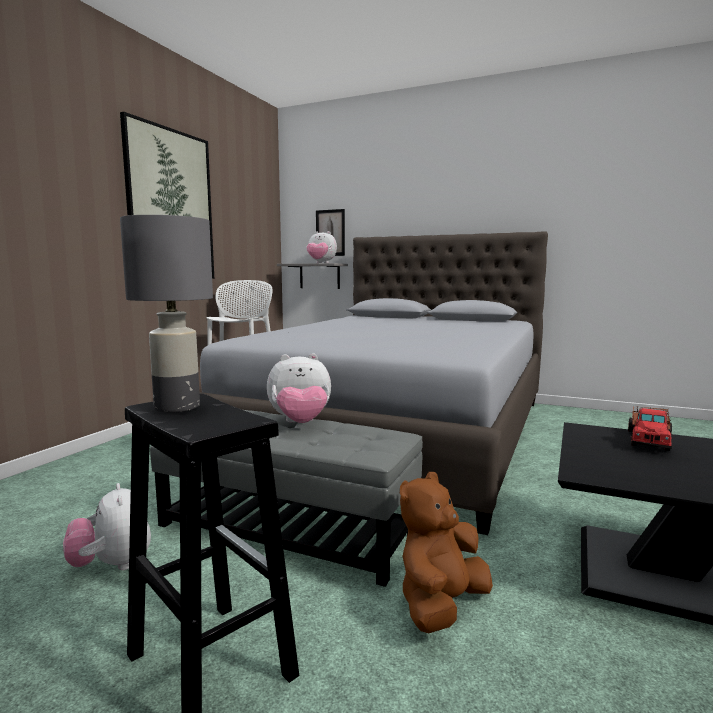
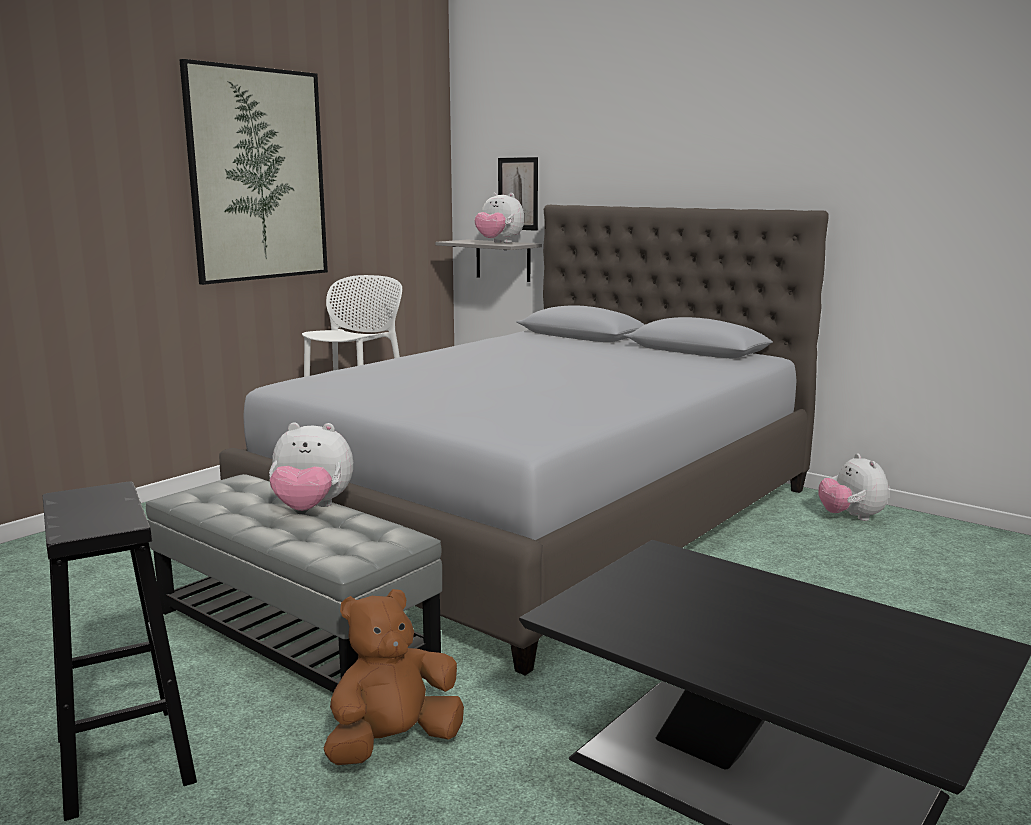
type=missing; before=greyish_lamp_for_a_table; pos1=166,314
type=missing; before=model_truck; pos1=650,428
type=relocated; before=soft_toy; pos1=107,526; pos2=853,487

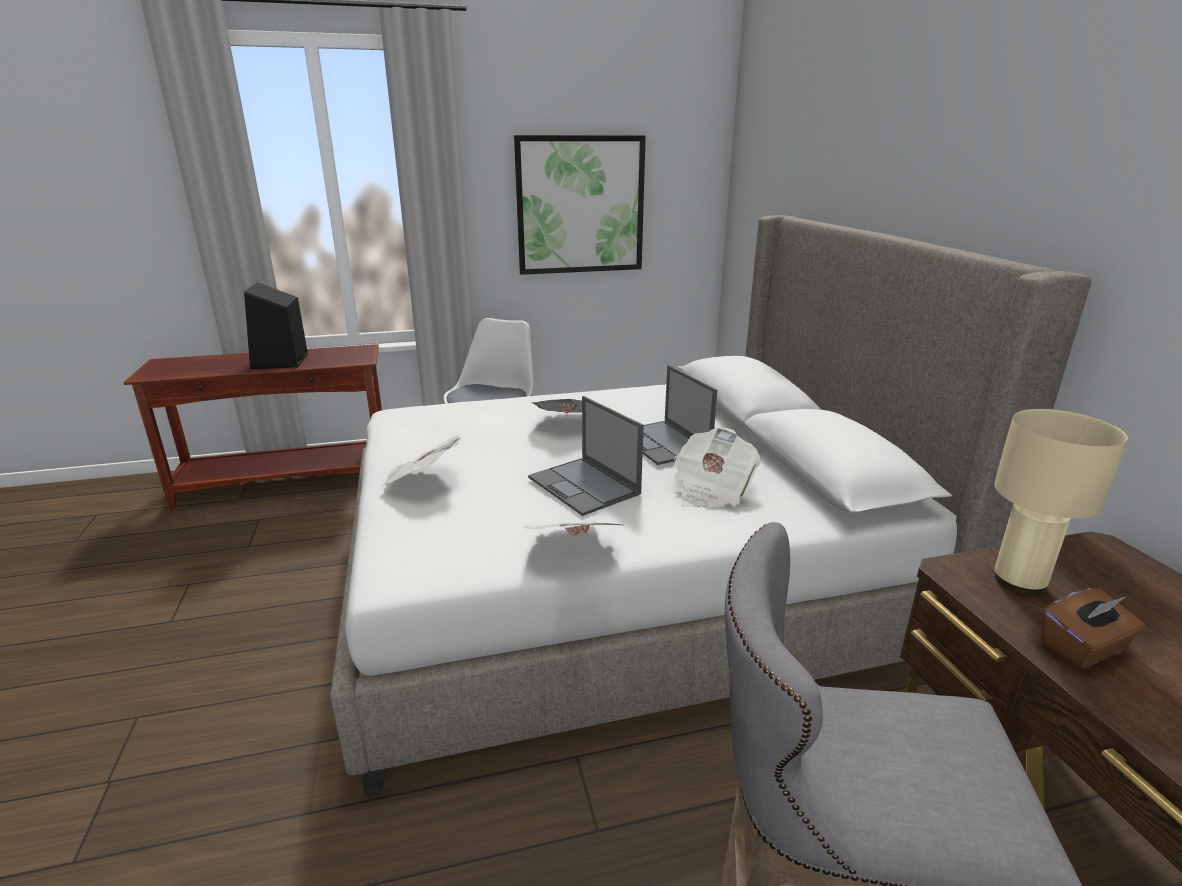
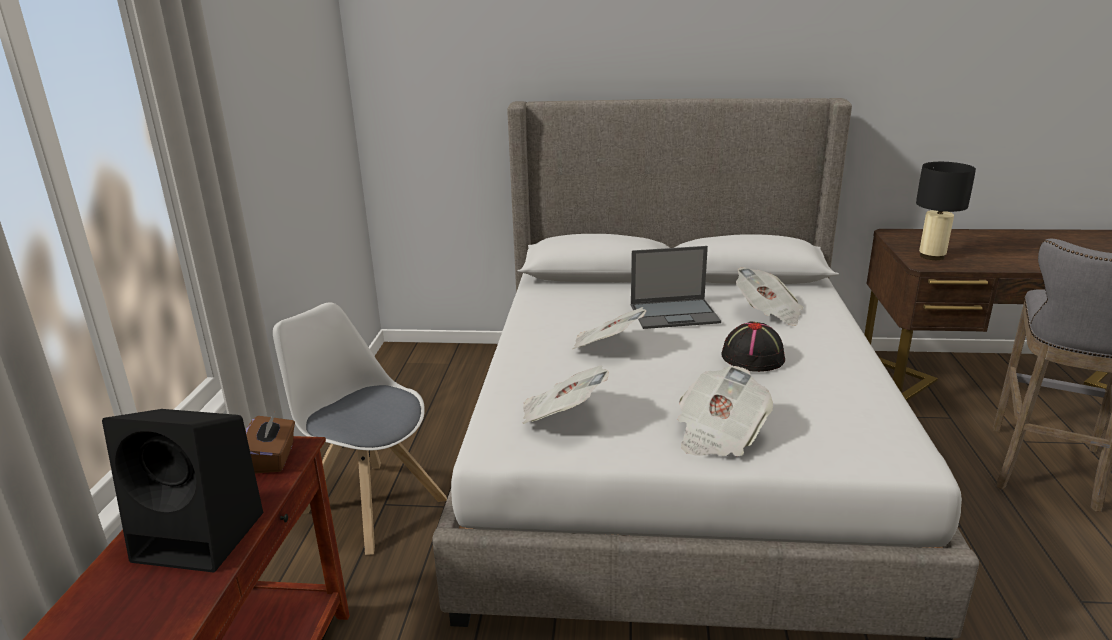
type=missing; before=picture; pos1=580,205
type=exchanged; before=portable_computer; after=blackish_clothing_hat; pos1=586,456; pos2=753,346
type=colour; before=sand-coloured_lamp_for_a_table; after=blackish_lamp_for_a_table; pos1=1061,502; pos2=946,211
type=relocated; before=newspaper; pos1=572,528; pos2=566,394
type=relocated; before=brown_tissue_box; pos1=1093,628; pos2=270,442

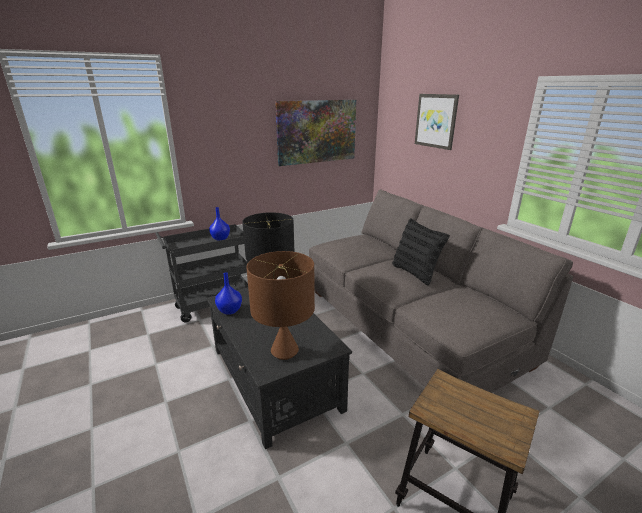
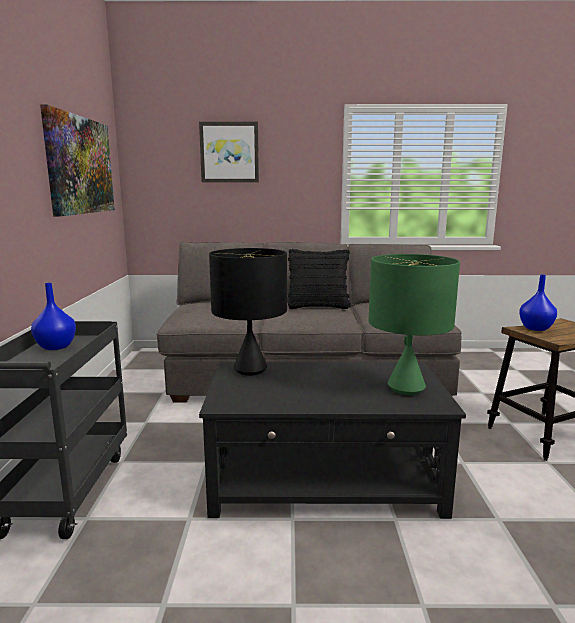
type=colour; before=brown_lamp_for_a_table; after=greenish_lamp_for_a_table; pos1=281,305; pos2=414,324
type=relocated; before=bluish_decorative_vase; pos1=228,293; pos2=538,303

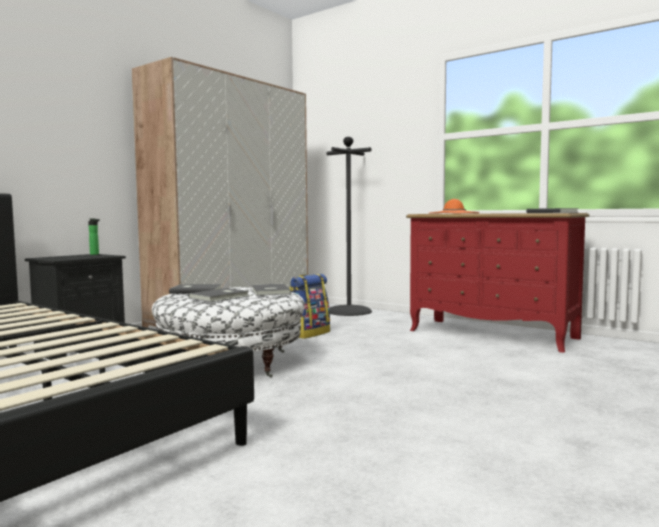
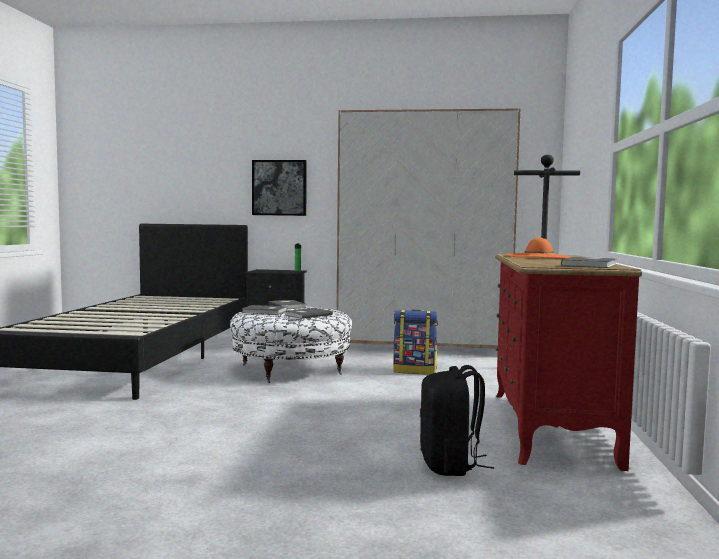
type=appeared; after=picture; pos2=279,188
type=appeared; after=blackish_rucksack; pos2=457,420

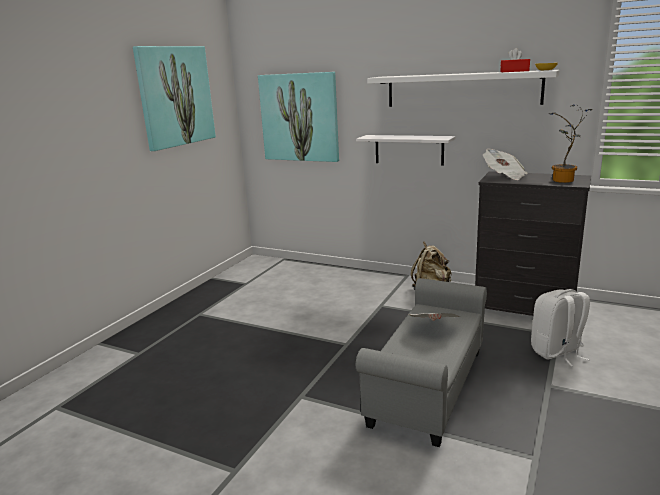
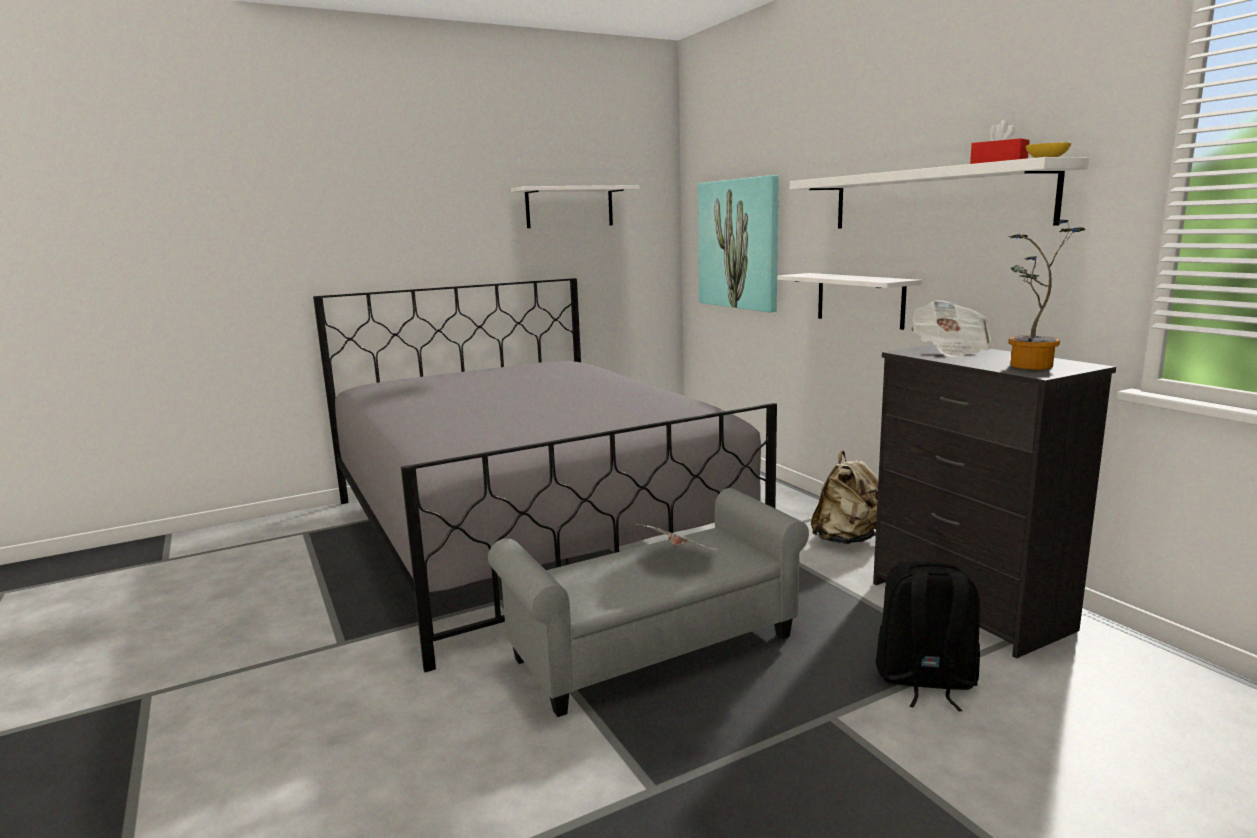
type=exchanged; before=picture; after=white_shelf; pos1=174,98; pos2=575,206
type=colour; before=white_rucksack; after=blackish_rucksack; pos1=560,328; pos2=928,636
type=appeared; after=greyish_bedroom_bed; pos2=545,475

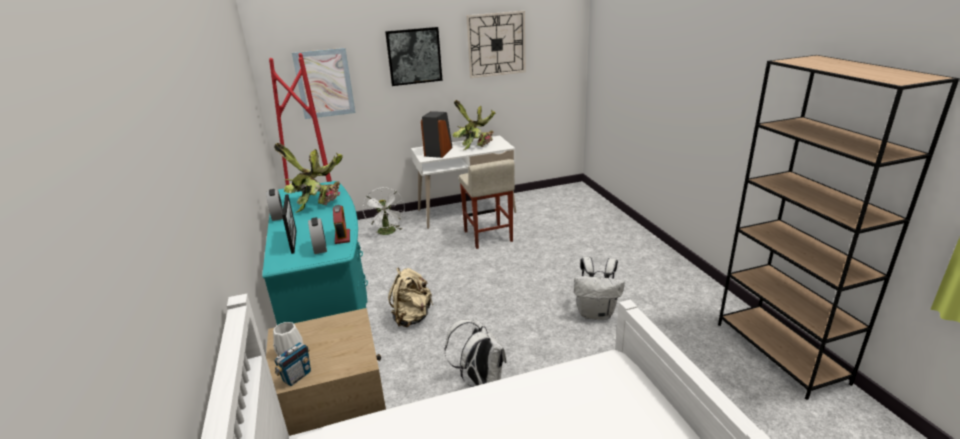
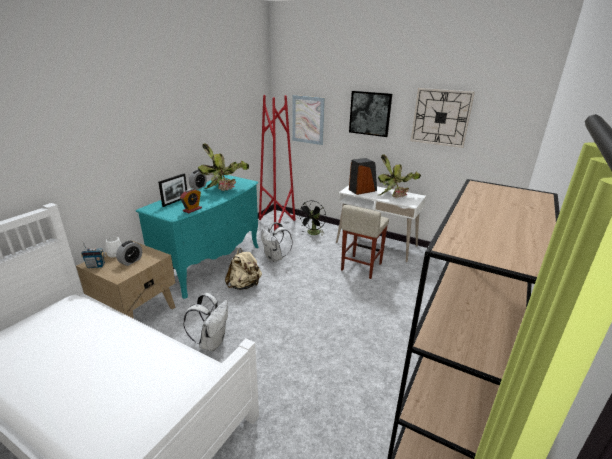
type=colour; before=white_electric_fan; after=blackish_electric_fan; pos1=384,212; pos2=312,217
type=relocated; before=bedside_clock; pos1=317,235; pos2=129,253
type=relocated; before=white_rucksack; pos1=599,288; pos2=277,242

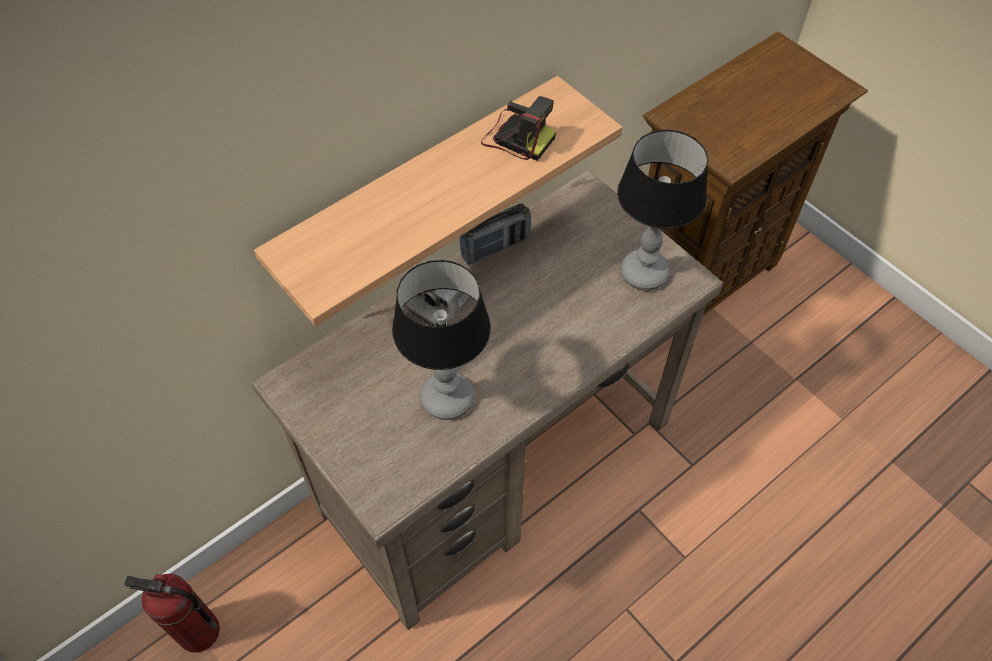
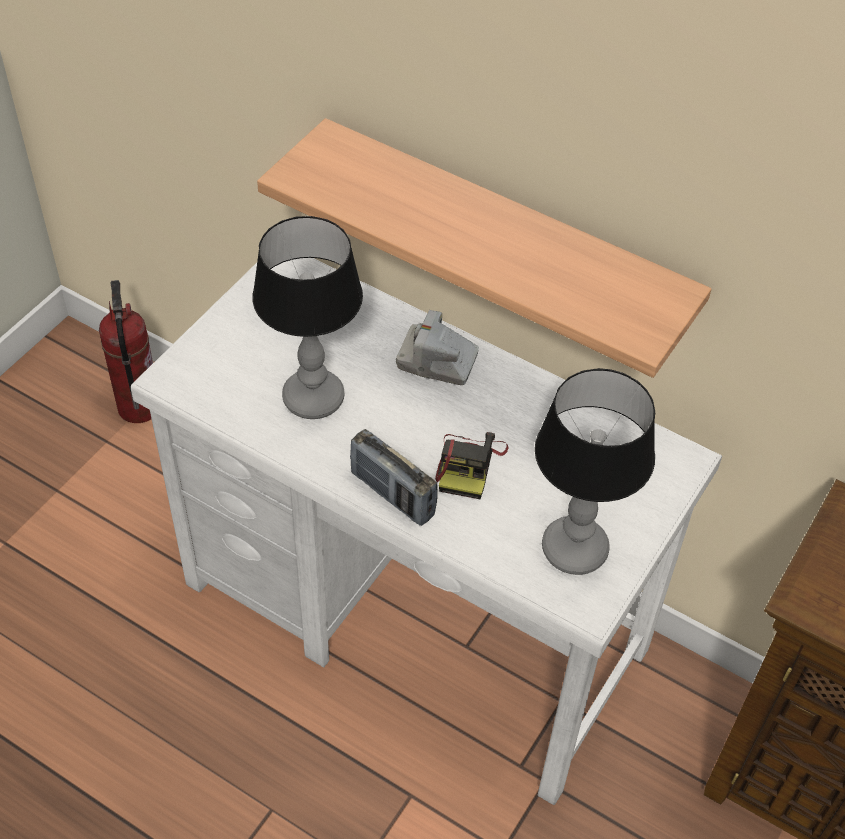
type=relocated; before=photo_camera; pos1=518,128; pos2=472,465
type=colour; before=brown_desk_unit; after=white_desk_unit; pos1=487,400; pos2=426,531
type=relocated; before=radio; pos1=495,234; pos2=394,477

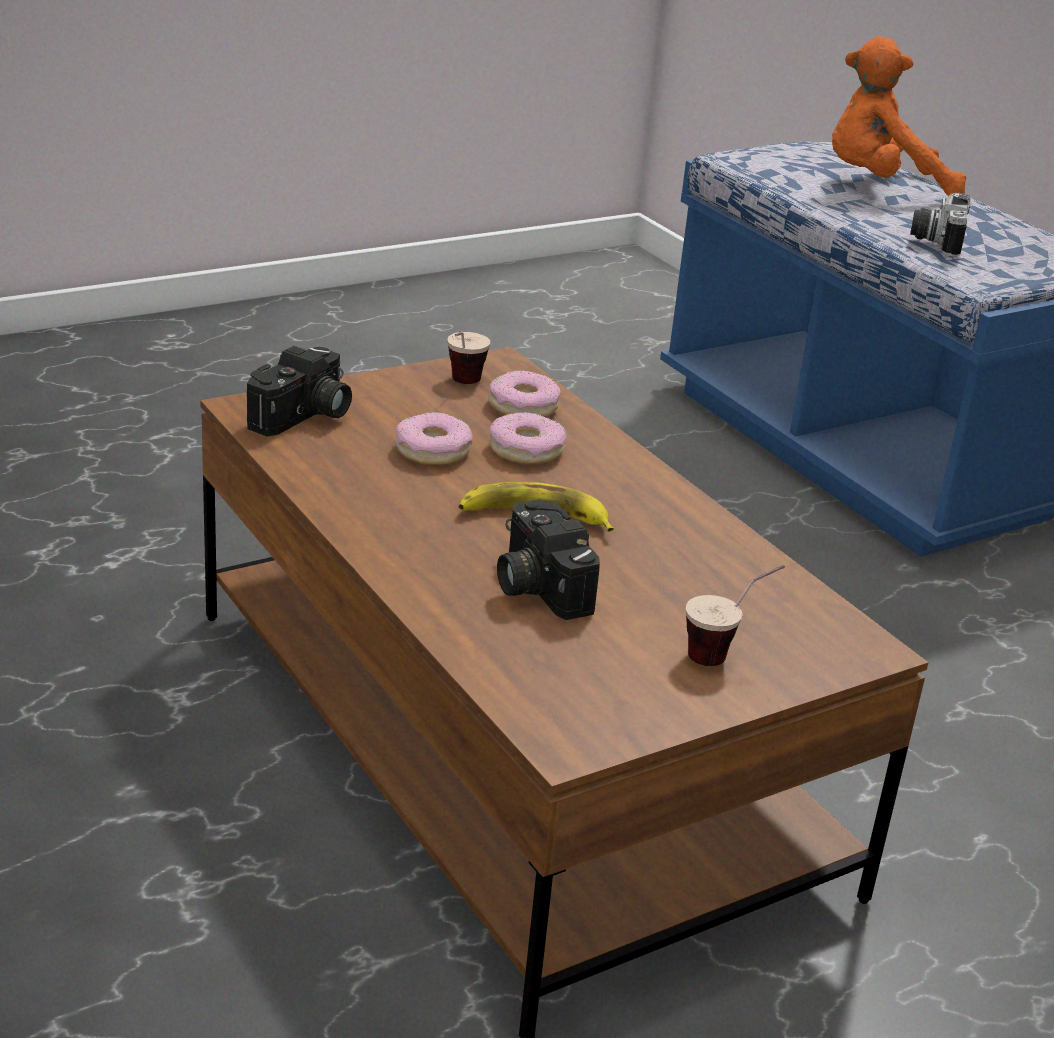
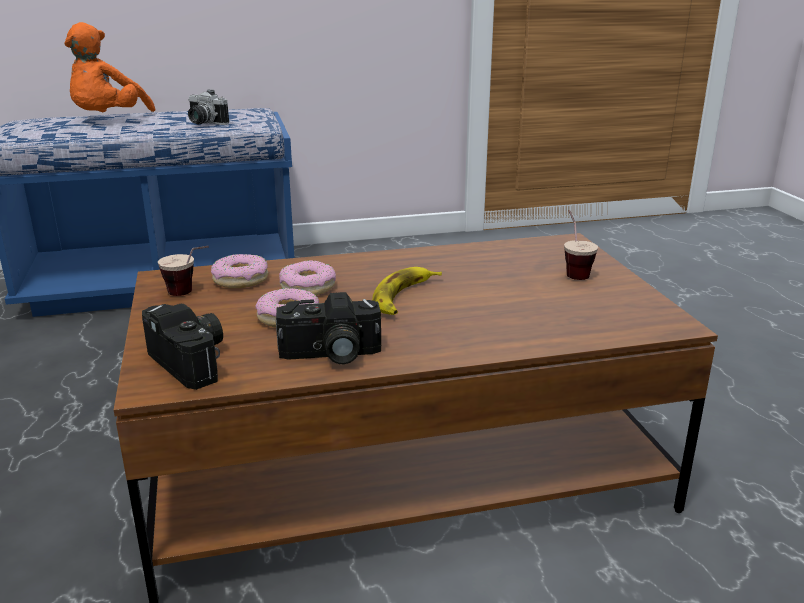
type=relocated; before=photo_camera; pos1=548,559; pos2=328,328

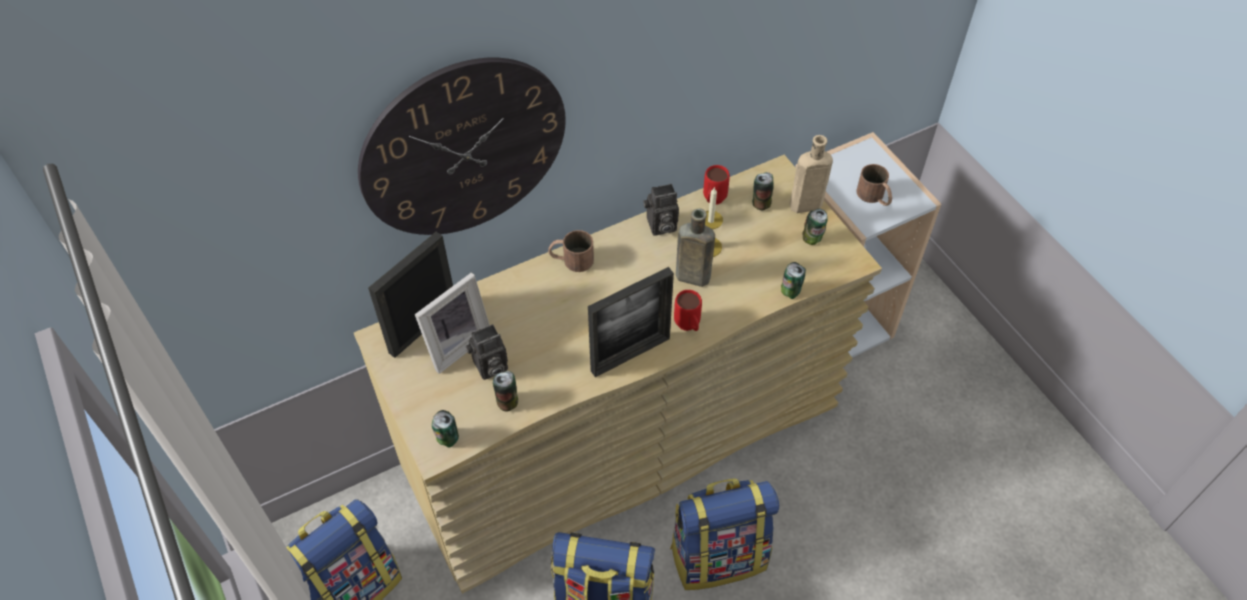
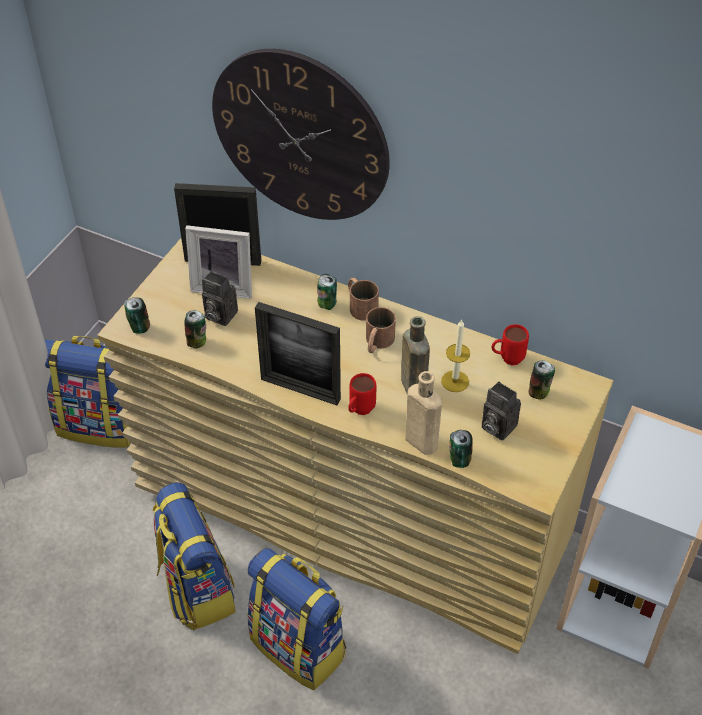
type=relocated; before=sand-coloured_bottle; pos1=811,174; pos2=423,413
type=relocated; before=brown_coffee_mug; pos1=874,185; pos2=381,330
type=relocated; before=photo_camera; pos1=661,209; pos2=501,410
type=relocated; before=metal_can; pos1=815,227; pos2=327,292

